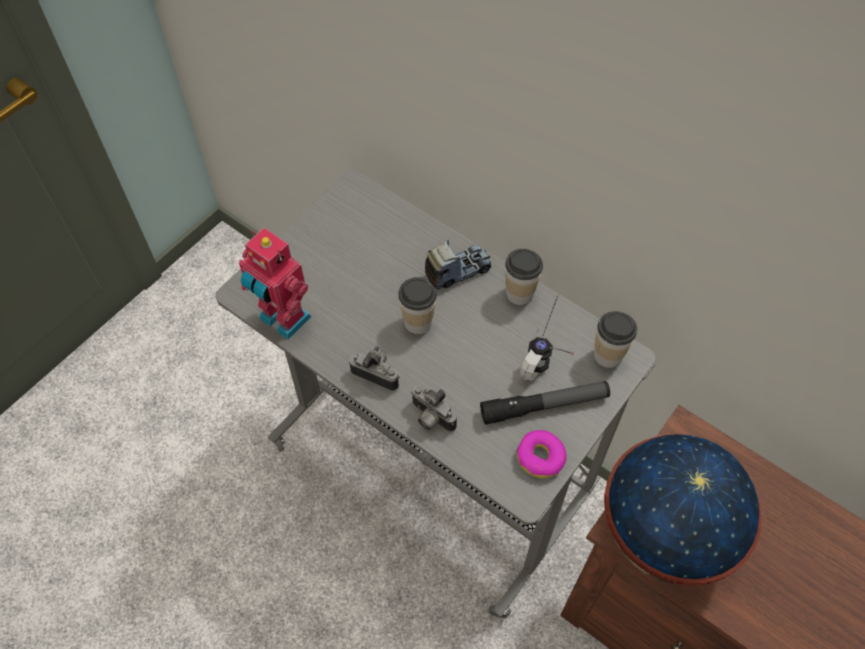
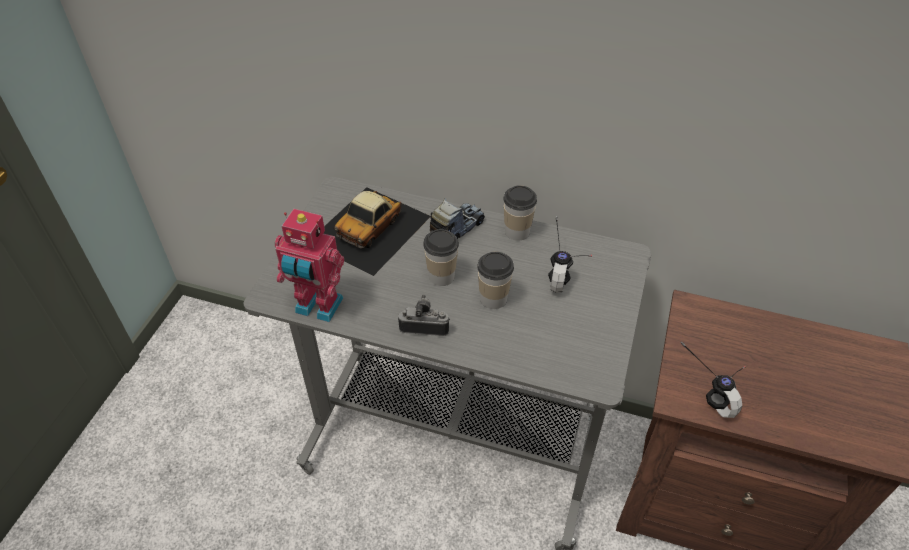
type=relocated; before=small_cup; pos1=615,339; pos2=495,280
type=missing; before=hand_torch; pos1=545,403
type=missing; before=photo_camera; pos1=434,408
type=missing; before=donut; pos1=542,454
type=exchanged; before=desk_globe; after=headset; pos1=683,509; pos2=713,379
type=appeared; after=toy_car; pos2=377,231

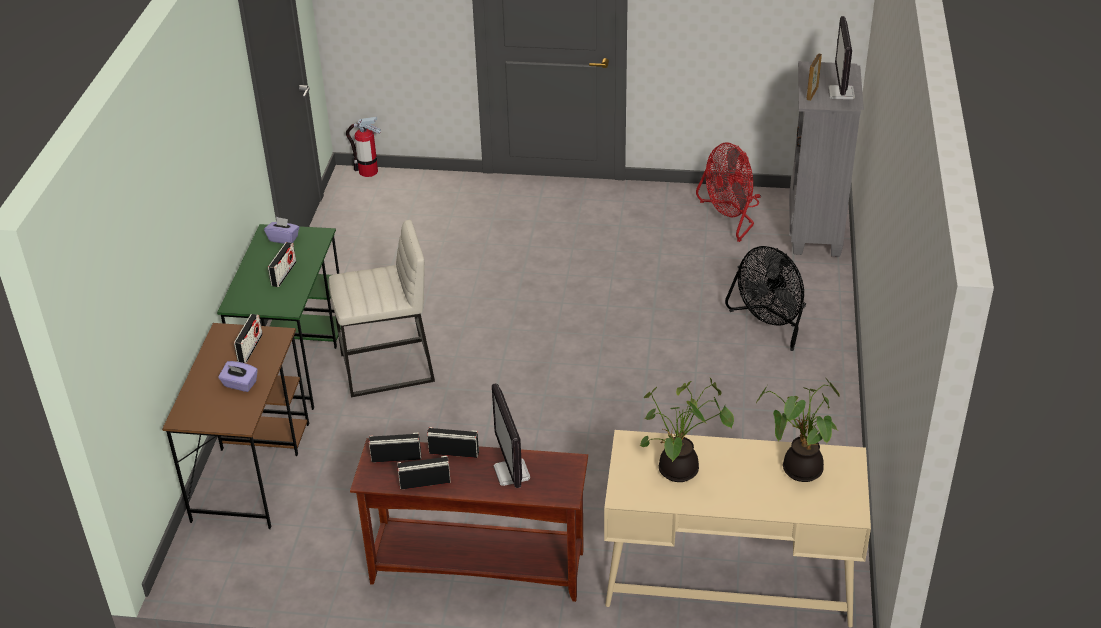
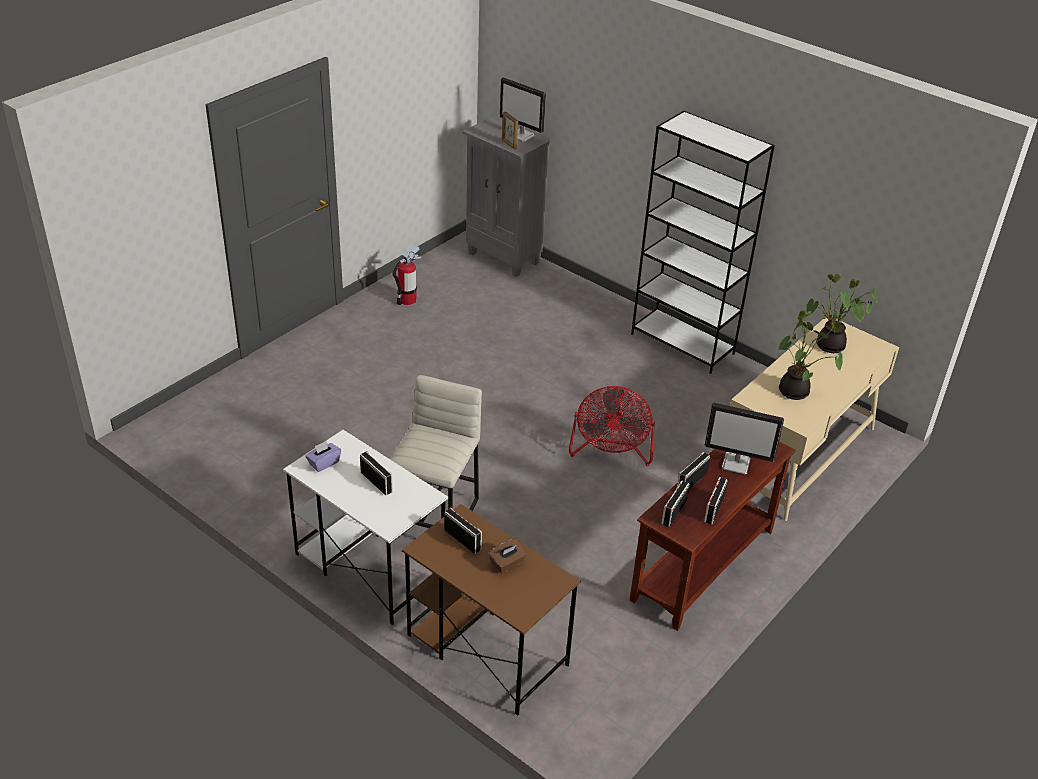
type=relocated; before=extinguisher; pos1=363,147; pos2=407,275
type=relocated; before=red_electric_fan; pos1=728,192; pos2=612,426
type=colour; before=greenish_desk_unit; after=white_desk_unit; pos1=279,317; pos2=365,527
type=missing; before=blackish_electric_fan; pos1=765,298
type=colour; before=purple_tissue_box; after=brown_tissue_box; pos1=238,376; pos2=508,555
type=appeared; after=white_shelving_unit; pos2=703,242

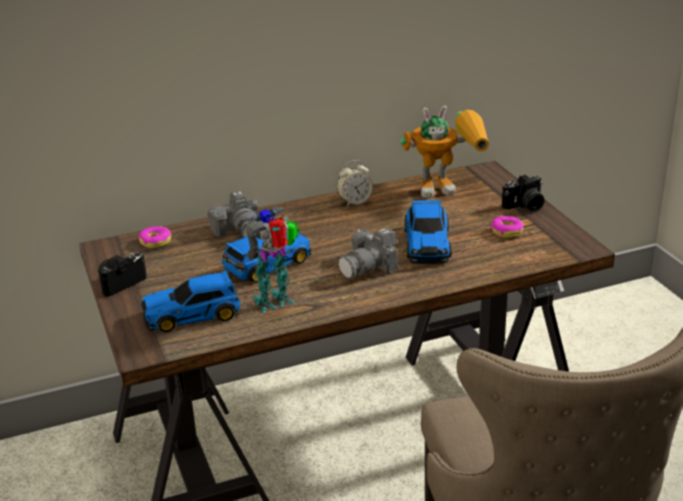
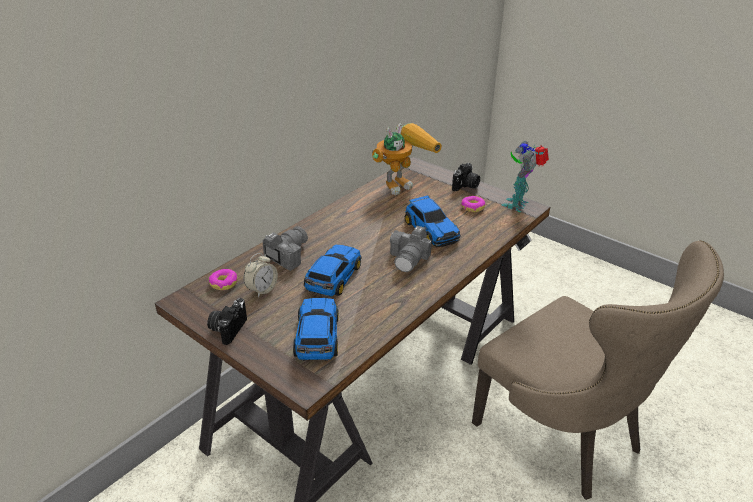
type=relocated; before=bedside_clock; pos1=355,183; pos2=261,275
type=spun; before=photo_camera; pos1=233,214; pos2=285,248; turn=-90
type=relocated; before=toy_robot; pos1=270,260; pos2=525,176
type=spun; before=toy_car; pos1=190,301; pos2=315,329; turn=135

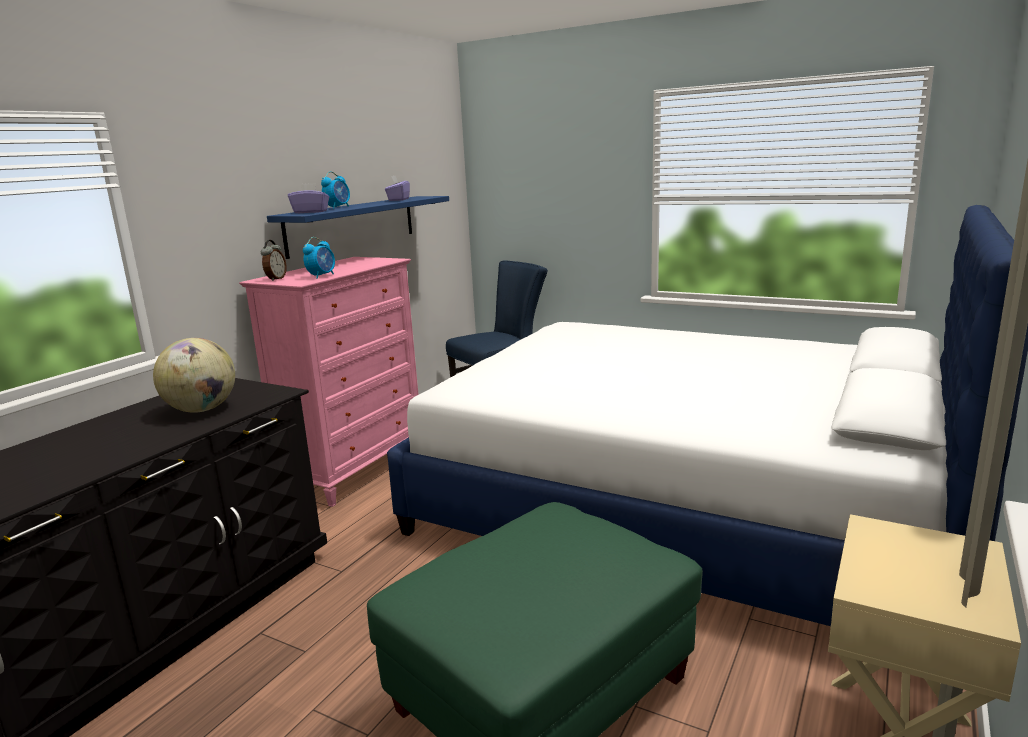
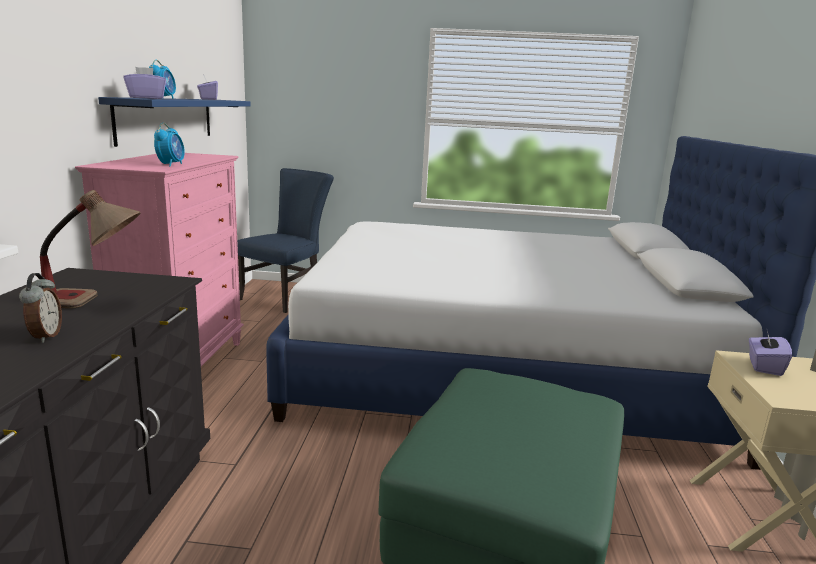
type=relocated; before=bedside_clock; pos1=274,260; pos2=40,308
type=exchanged; before=desk_globe; after=lamp_for_a_table; pos1=194,375; pos2=90,249
type=appeared; after=purple_tissue_box; pos2=770,353

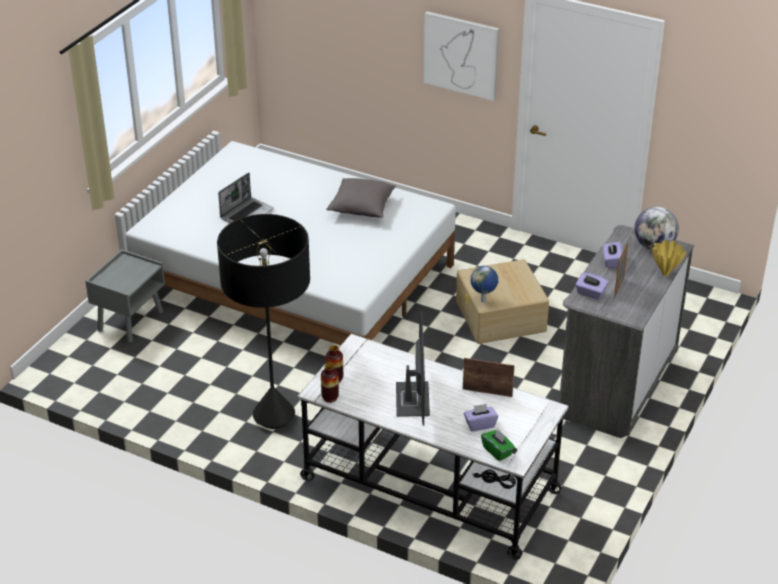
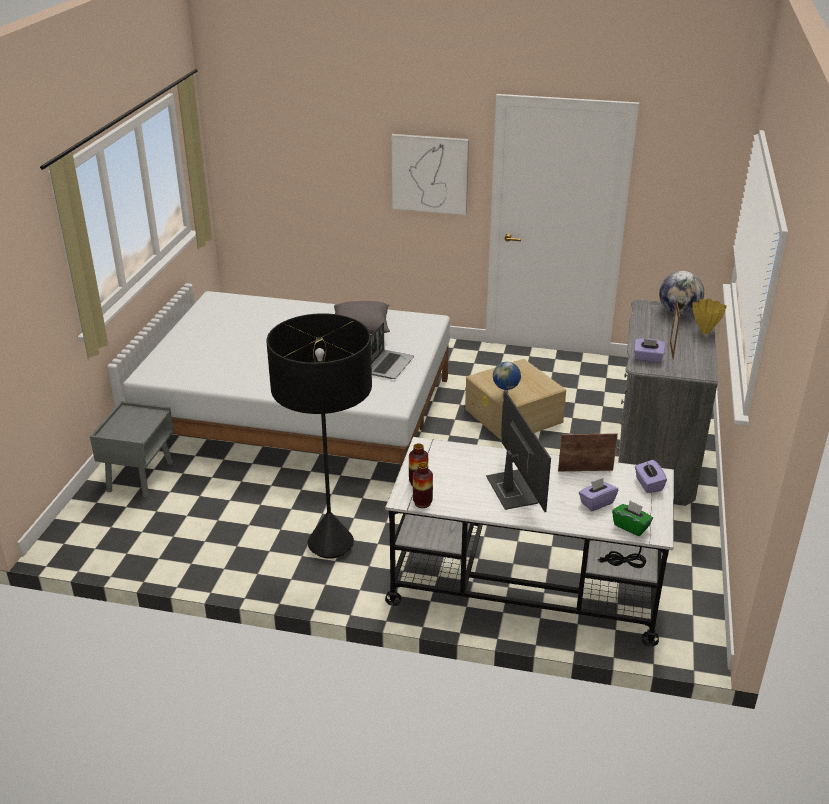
type=relocated; before=portable_computer; pos1=246,198; pos2=392,350
type=relocated; before=purple_tissue_box; pos1=613,255; pos2=651,476

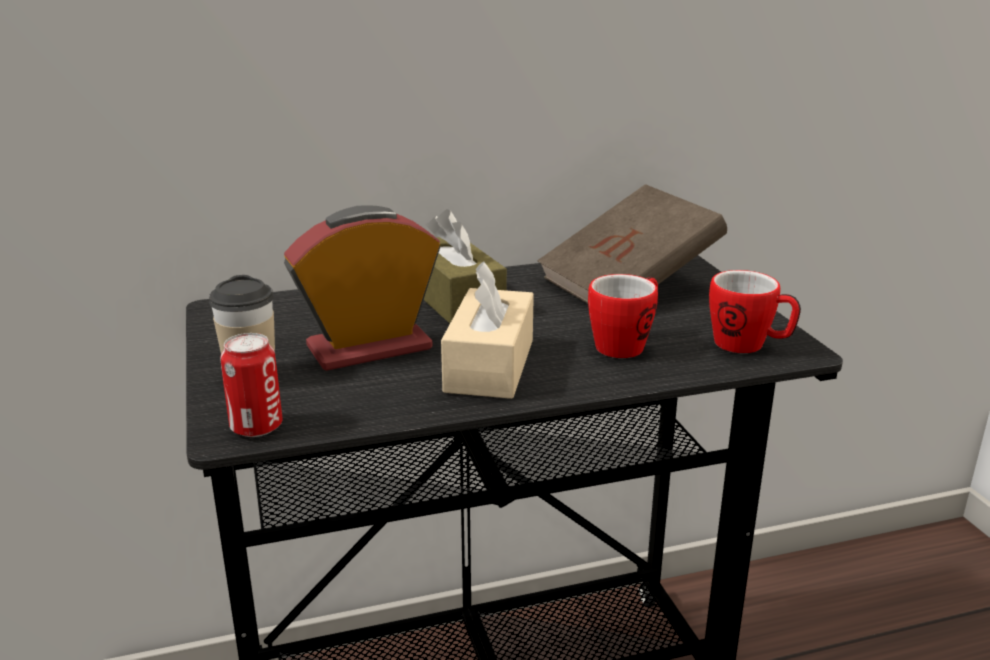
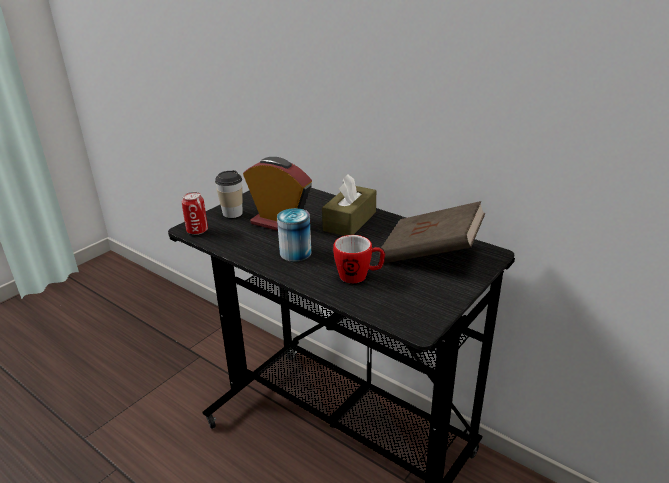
type=exchanged; before=sand-coloured_tissue_box; after=metal_can; pos1=487,330; pos2=294,235
type=missing; before=coffee_mug; pos1=755,311

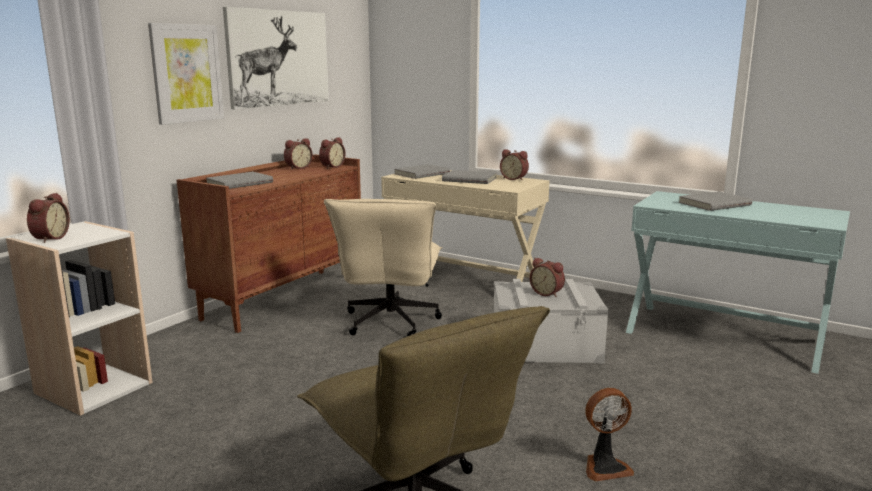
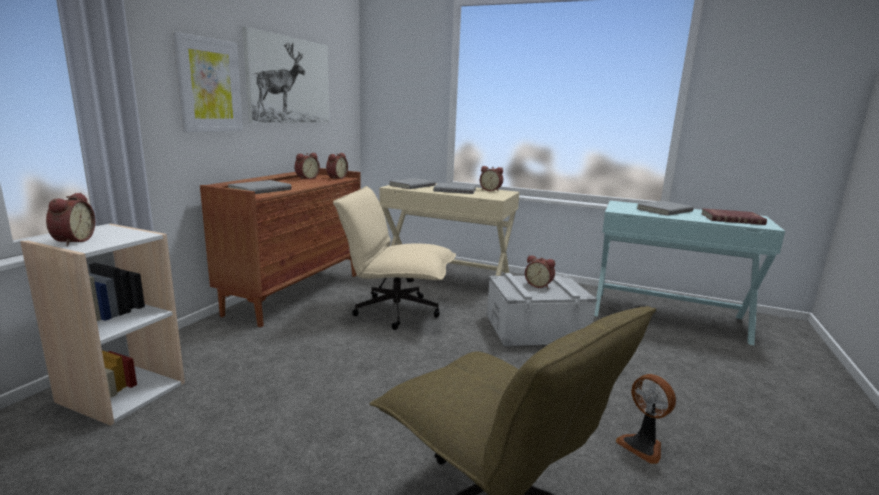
type=spun; before=sand-coloured_desk_chair; pos1=383,267; pos2=394,258; turn=105
type=spun; before=electric_fan; pos1=610,435; pos2=646,419; turn=75
type=appeared; after=red_volume; pos2=734,216

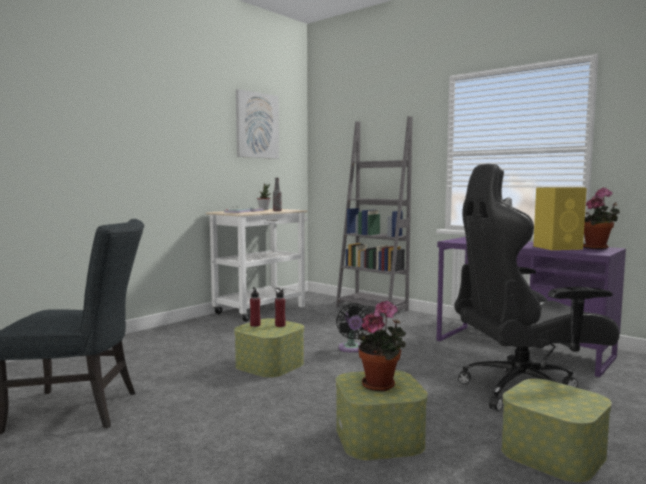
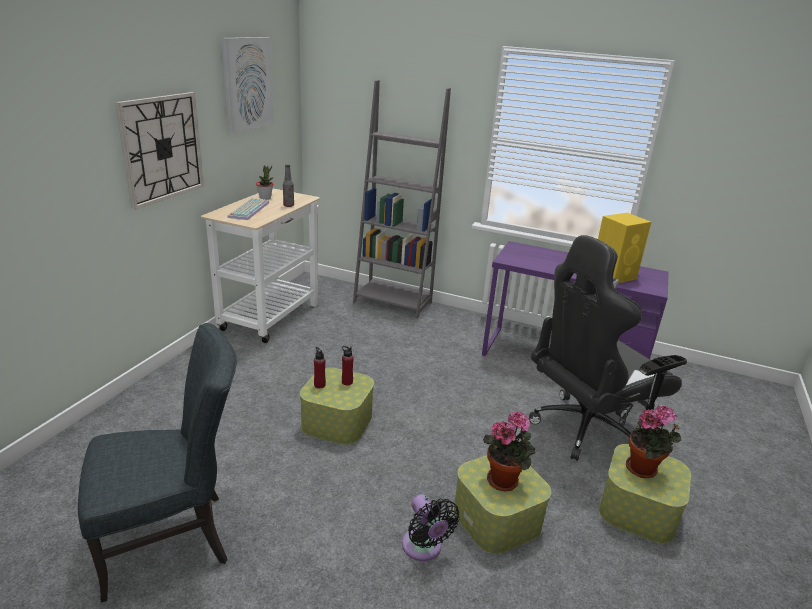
type=relocated; before=potted_plant; pos1=601,218; pos2=653,441
type=relocated; before=blackish_electric_fan; pos1=353,328; pos2=431,527
type=appeared; after=wall_clock; pos2=159,151

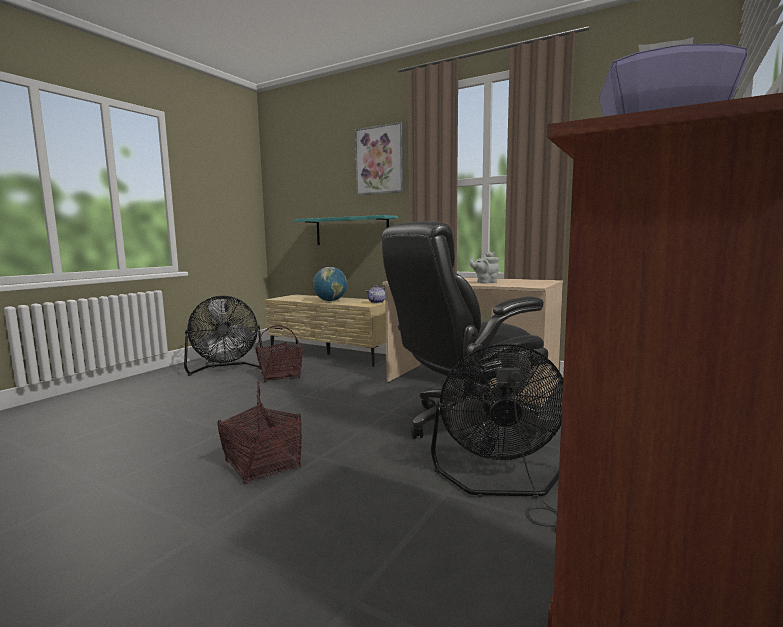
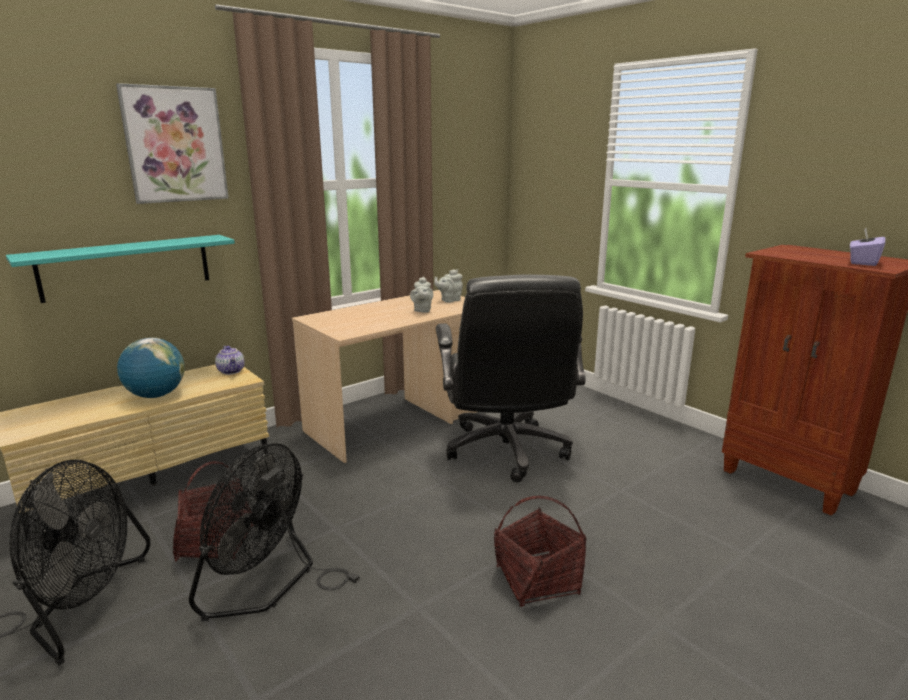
type=relocated; before=blackish_electric_fan; pos1=497,438; pos2=274,532
type=appeared; after=greyish_pot_for_tea; pos2=448,286

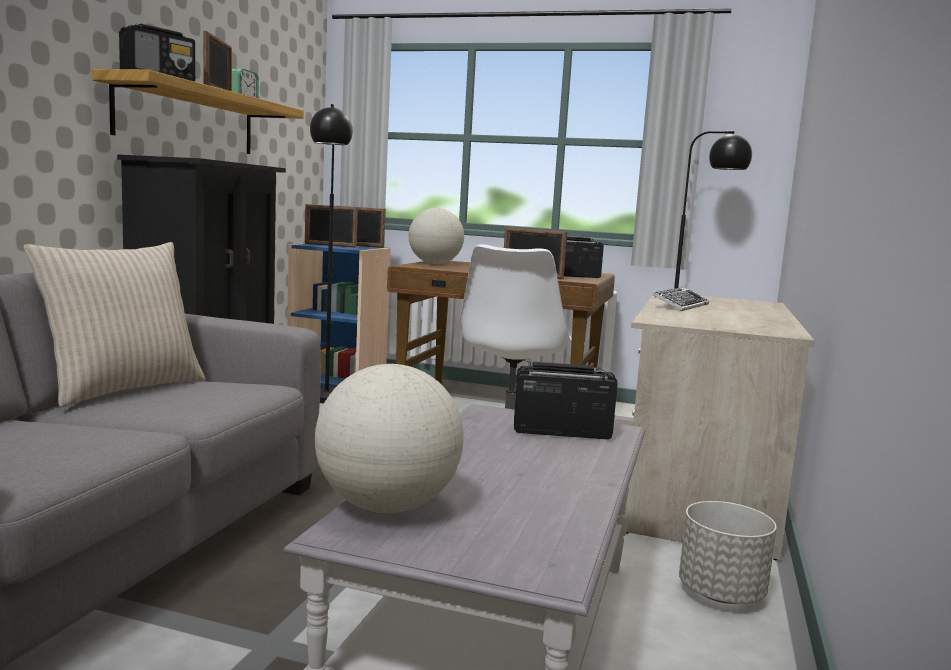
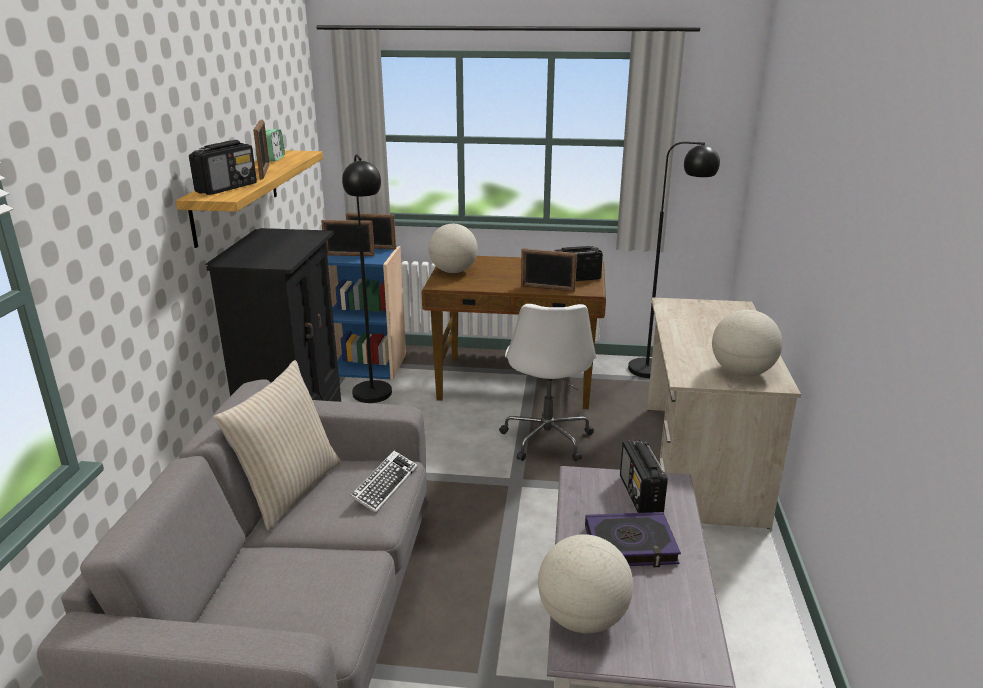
type=relocated; before=PC_keyboard; pos1=681,299; pos2=384,482
type=spun; before=radio; pos1=565,401; pos2=644,476; turn=-90
type=missing; before=greyish_flower_pot; pos1=728,552
type=appeared; after=desk_globe; pos2=747,343
type=appeared; after=volume; pos2=633,539

